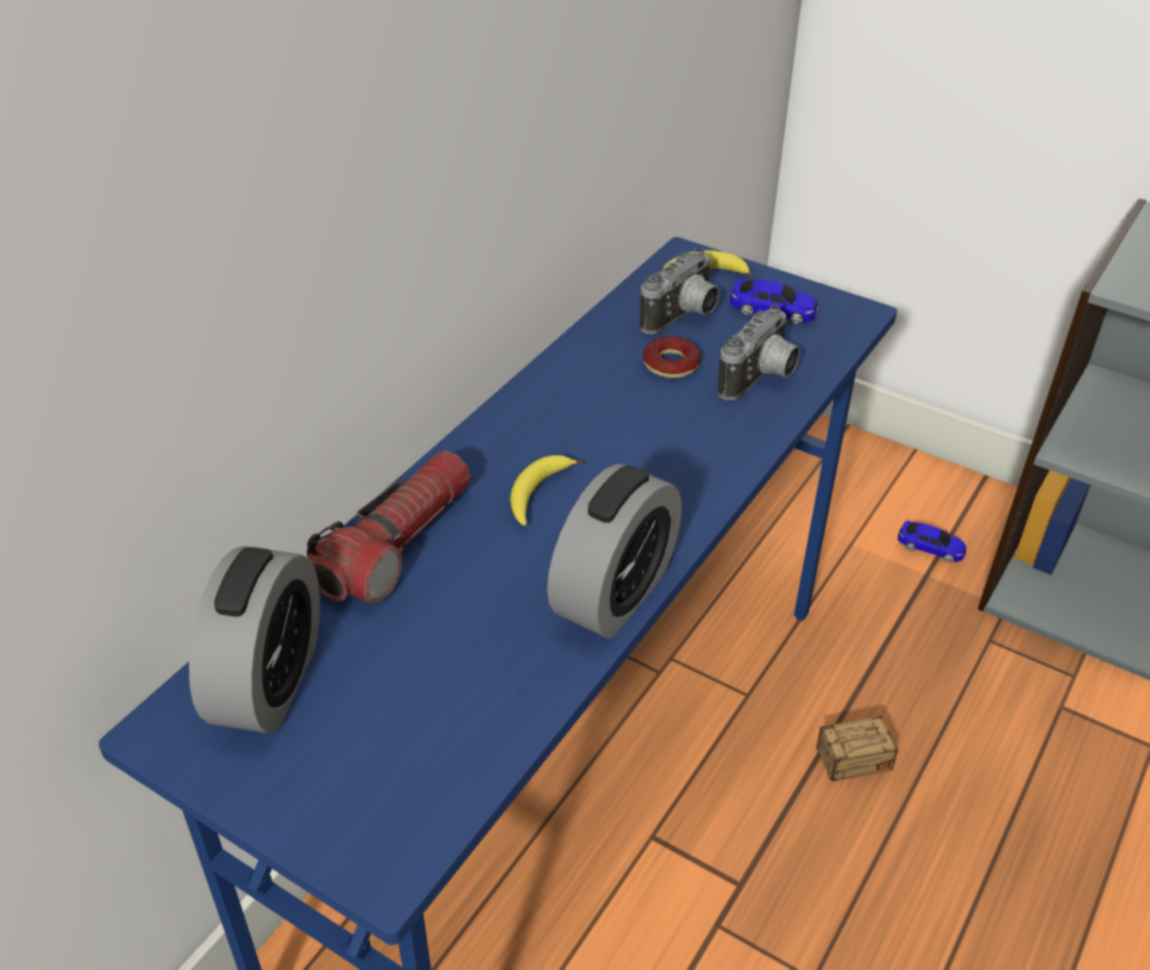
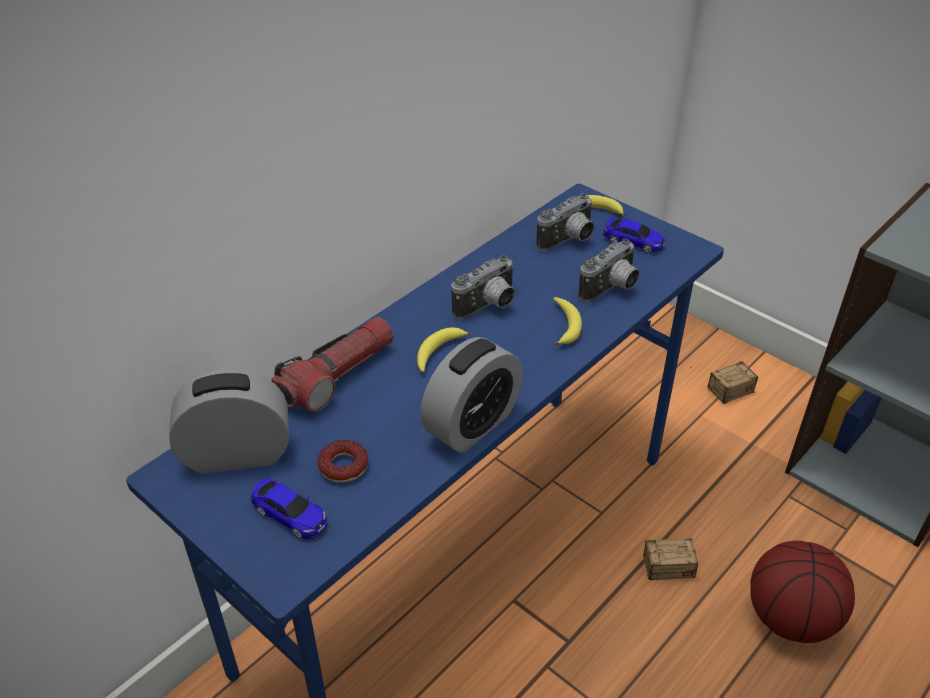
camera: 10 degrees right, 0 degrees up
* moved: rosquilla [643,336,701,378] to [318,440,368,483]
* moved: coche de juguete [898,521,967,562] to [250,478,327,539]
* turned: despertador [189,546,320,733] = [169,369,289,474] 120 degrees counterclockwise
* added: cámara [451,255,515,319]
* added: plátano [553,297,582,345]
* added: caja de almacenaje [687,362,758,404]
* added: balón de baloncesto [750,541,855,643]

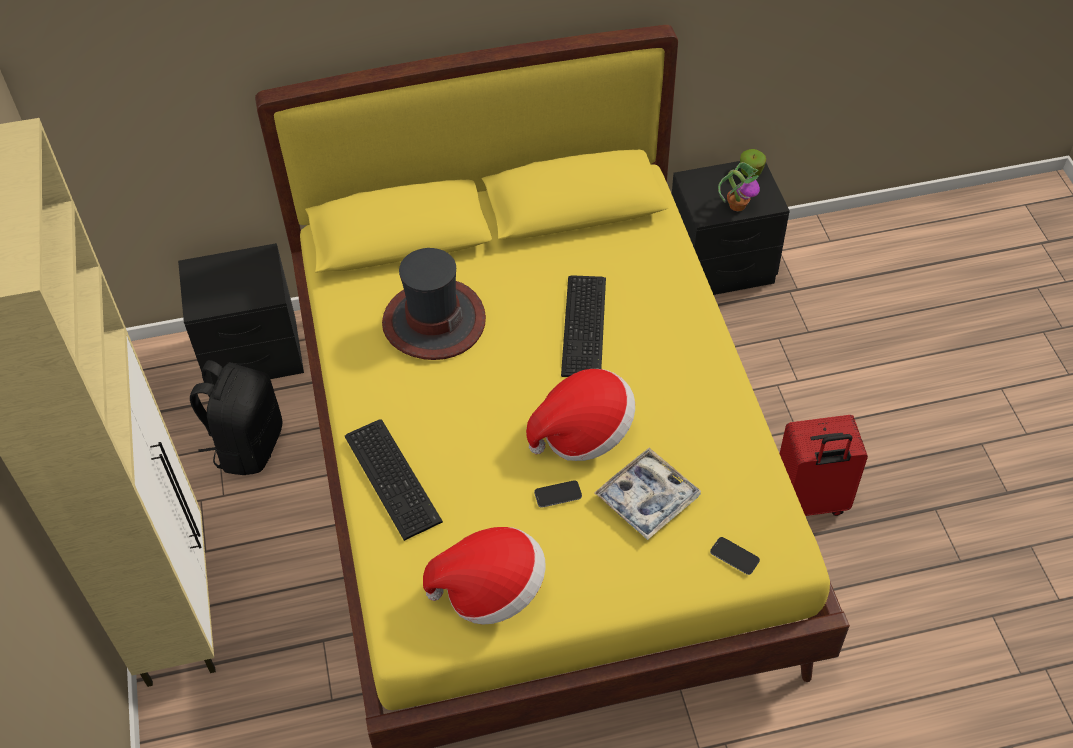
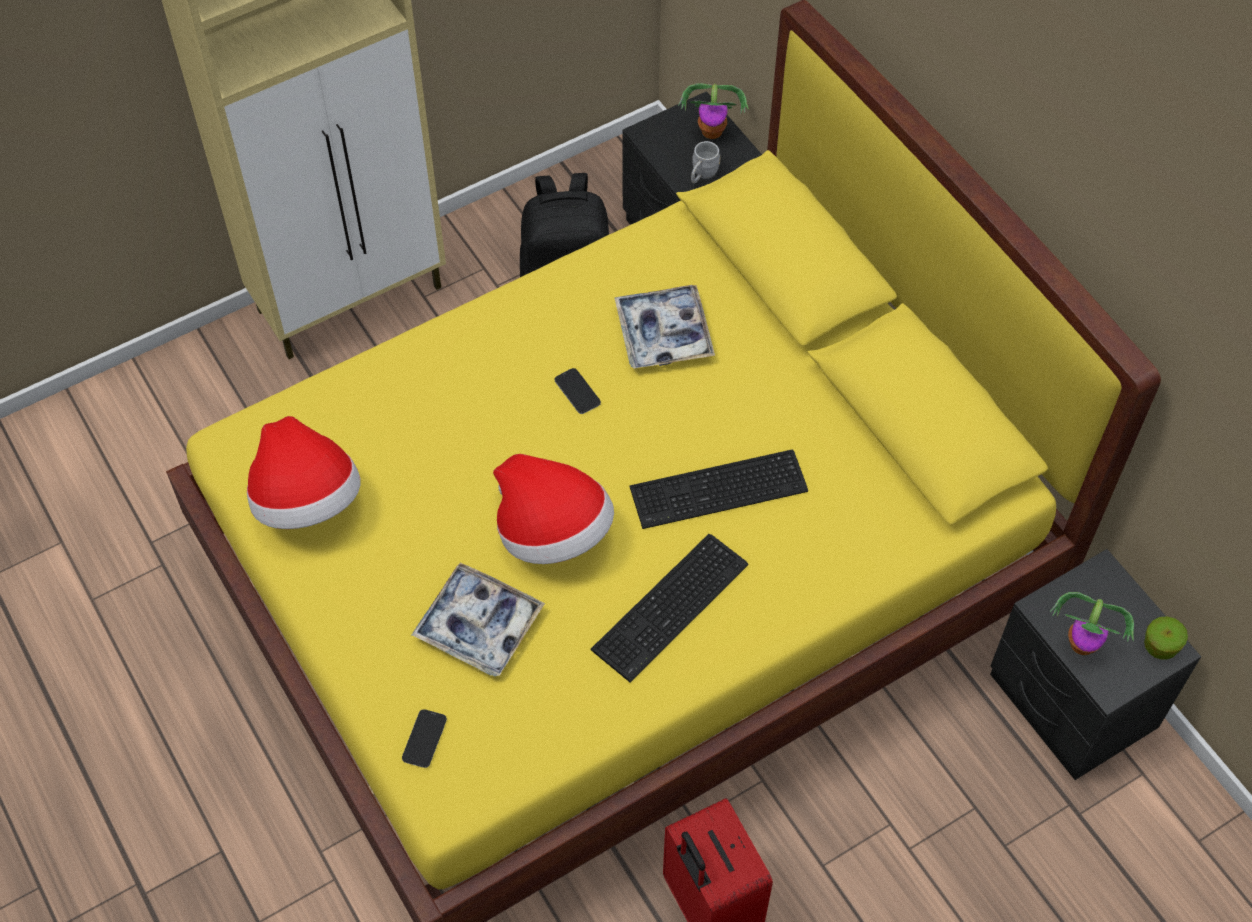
camera: 70 degrees right, 5 degrees up
* replaced: sombrero [382,248,486,360] to bandeja [615,285,715,369]
* moved: teclado [344,419,443,541] to [590,534,749,683]
* moved: móvil [534,480,582,508] to [554,368,601,414]
* added: planta en maceta [678,83,749,139]
* added: taza grande (gris) [691,141,721,183]

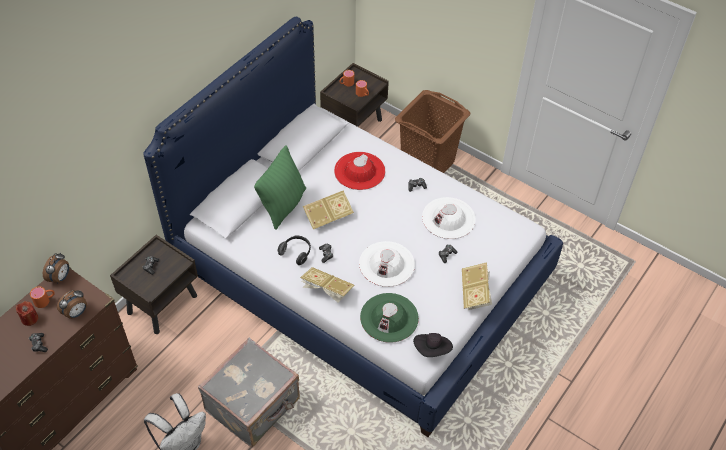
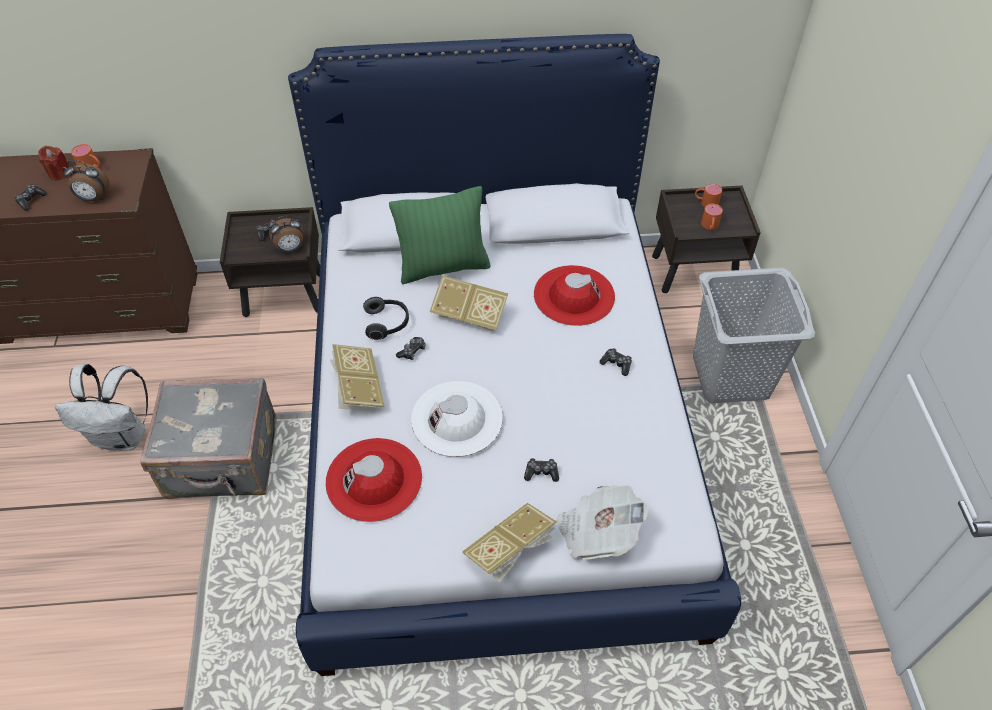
camera: 50 degrees right, 0 degrees up
* recoloured: cesto de la ropa (marrón) [395,90,470,173] to cesto de la ropa (gris) [693,268,815,403]
* removed: sombrero (blanco) [422,197,476,239]
* moved: despertador [43,252,69,284] to [269,216,303,252]
* recoloured: sombrero (verde) [360,293,419,343] to sombrero (rojo) [326,438,422,522]
* removed: sombrero (negro) [413,333,453,357]
* added: periódico [556,485,648,559]

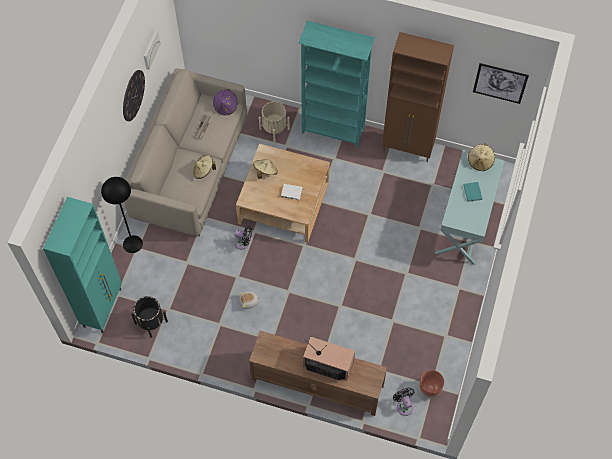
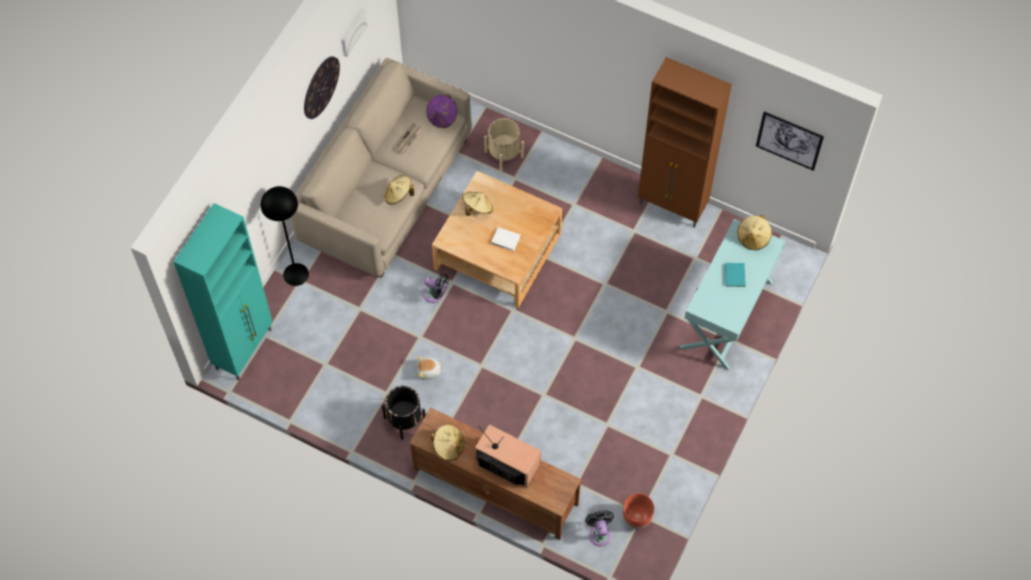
camera: 10 degrees right, 0 degrees up
* removed: estantería (turquesa) [298,21,375,148]
* moved: maceta (negro) [131,296,168,338] to [382,386,426,440]
* added: sombrero (beis) [431,424,464,461]

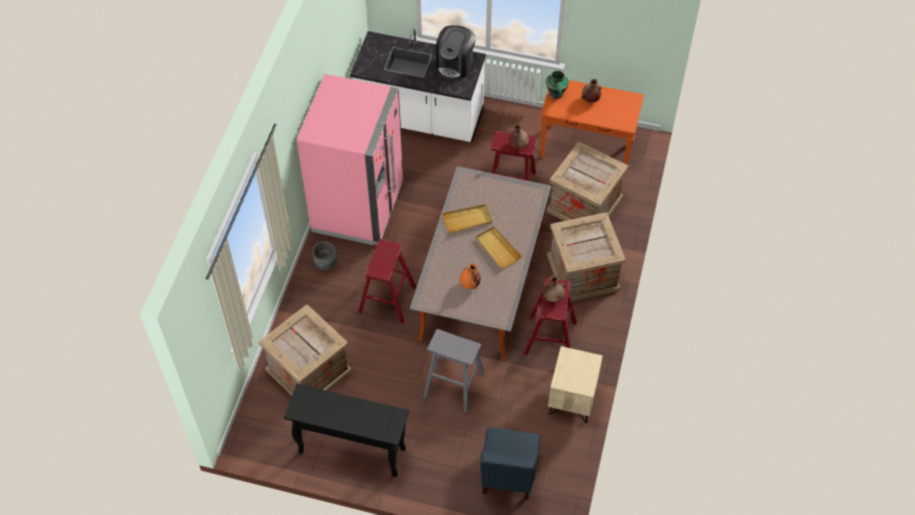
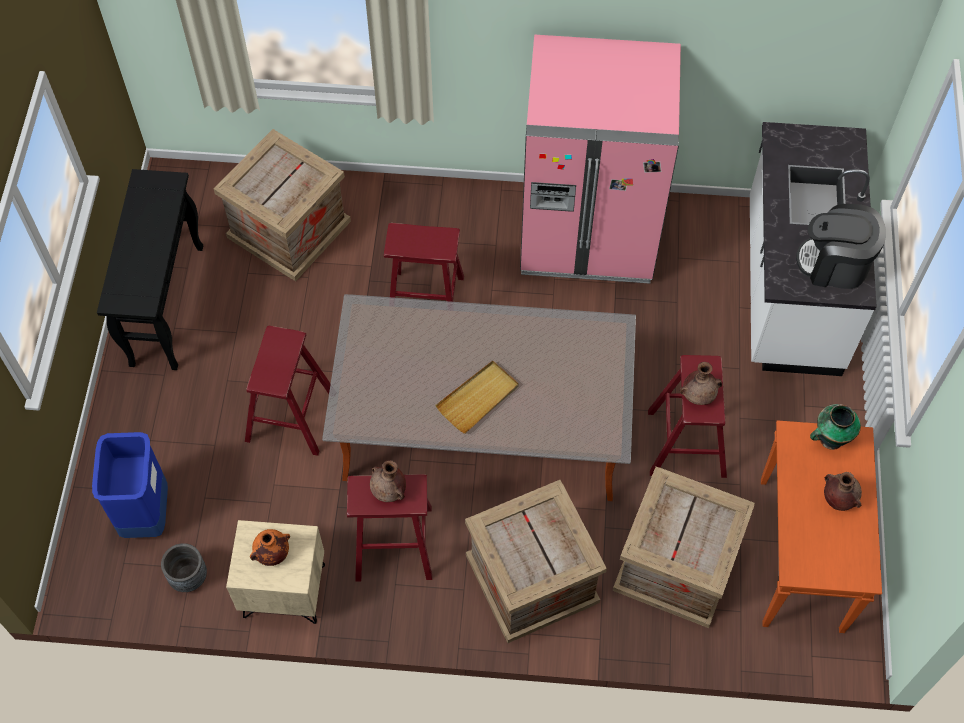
camera: 80 degrees right, 5 degrees up
* removed: bandeja (beis) [442,204,492,233]
* moved: maceta (gris) [312,241,337,270] to [161,543,207,592]
* moved: florero (naranja) [460,263,481,289] to [250,529,290,566]
* recoloured: taburete (gris) [423,329,485,412] to taburete (rojo) [245,326,331,456]
* replaced: silla (azul) [480,427,540,500] to papelera (azul) [92,432,168,538]

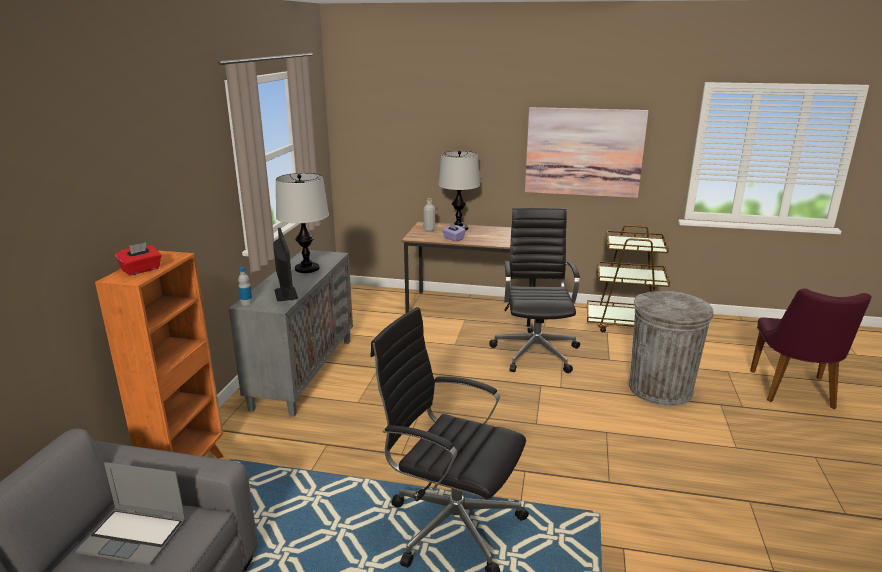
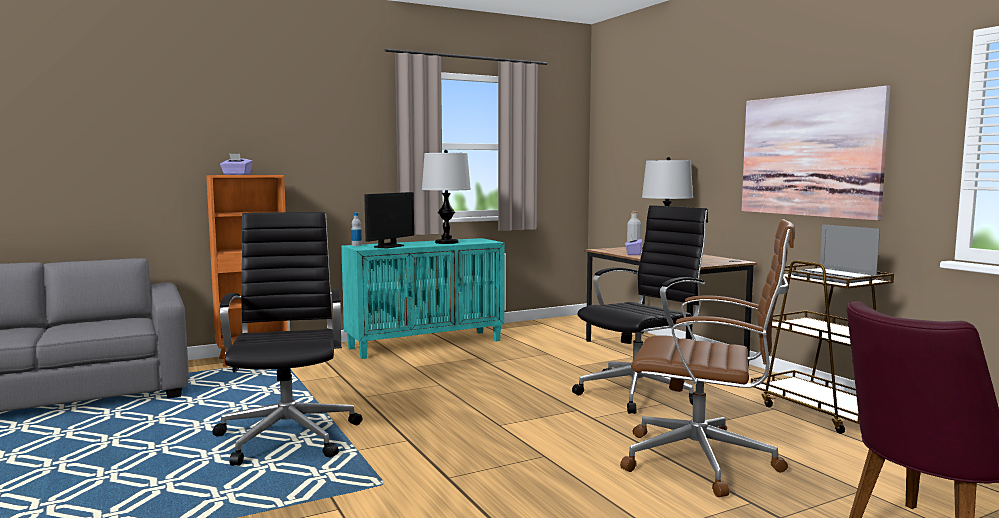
camera: 50 degrees right, 15 degrees down
* recoloured: caja de pañuelos (rojo) [115,242,162,275] to caja de pañuelos (morado) [220,153,252,175]
* recoloured: armario (gris) [228,250,353,417] to armario (turquesa) [341,238,504,359]
* replaced: papelera (gris) [629,291,713,406] to silla de oficina (marrón) [620,219,795,497]
* moved: portátil [76,462,186,566] to [791,224,880,284]

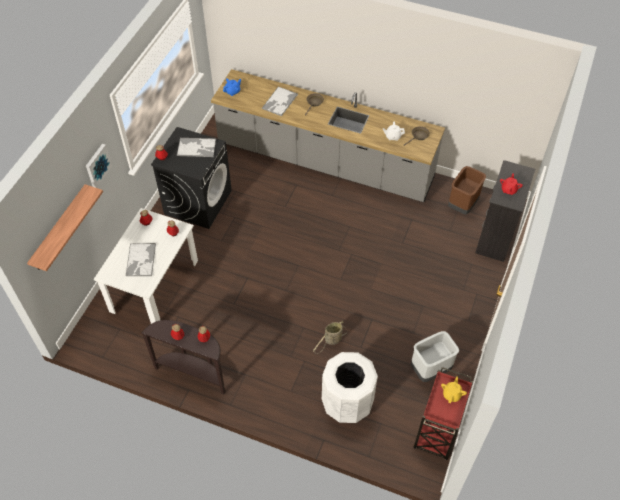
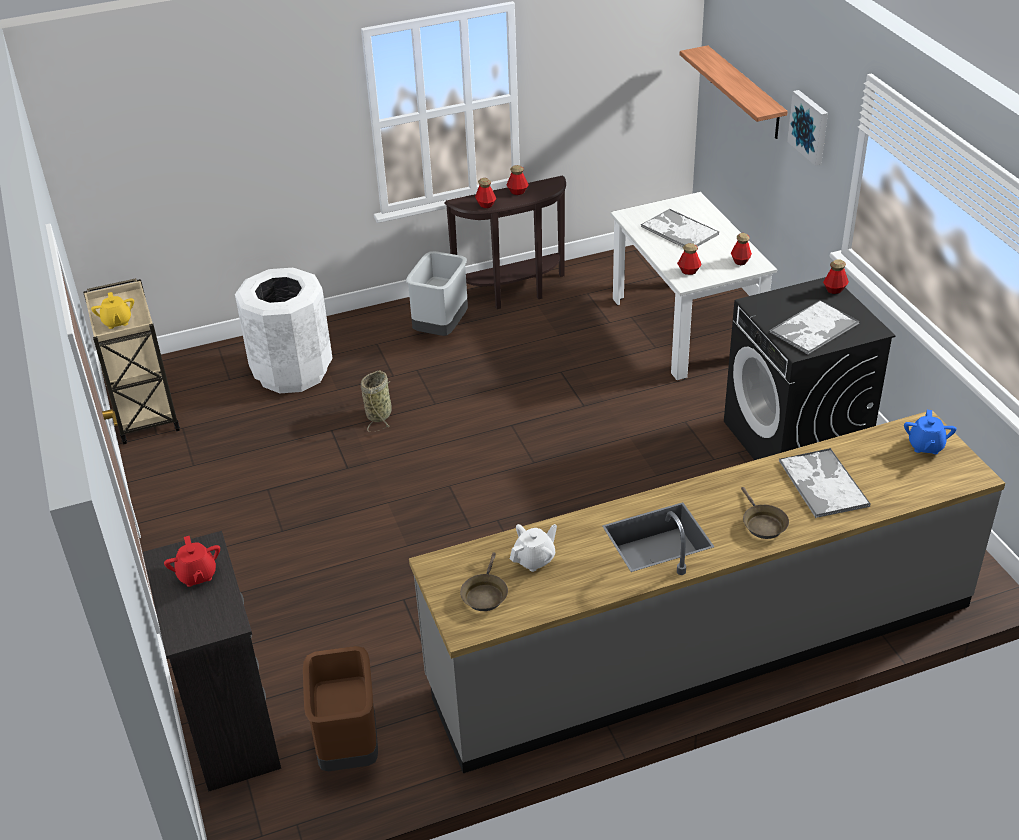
camera: 140 degrees right, 15 degrees down
* moved: papelera (gris) [411,331,459,382] to [406,251,468,336]
* recoloured: carrito (rojo) [414,367,473,460] to carrito (beis) [83,278,180,444]

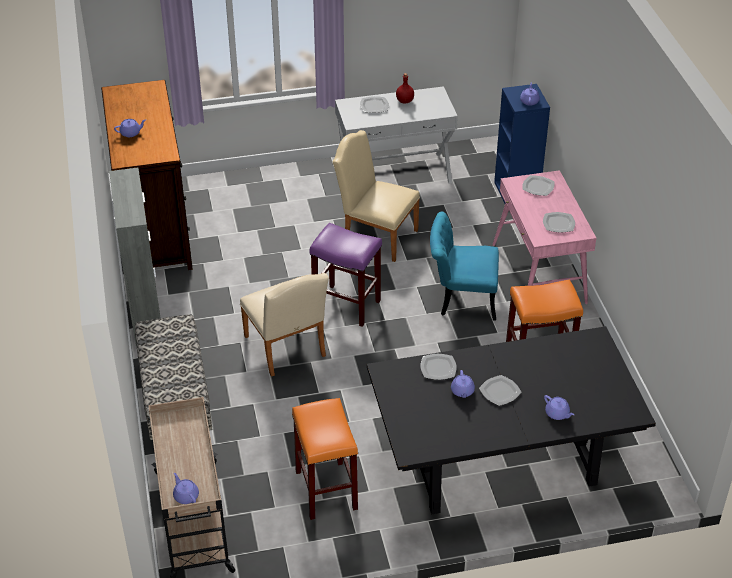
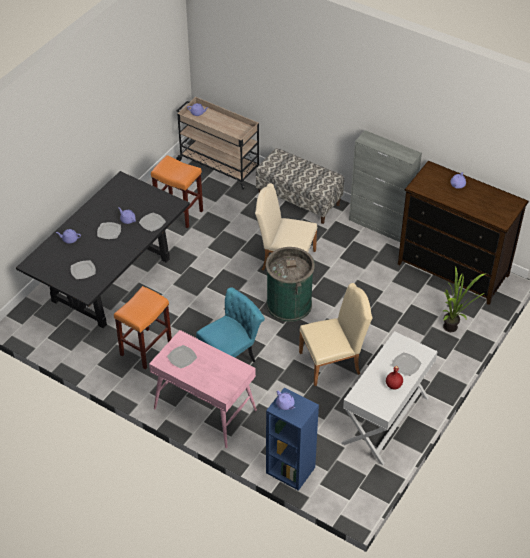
camera: 135 degrees right, 5 degrees up
* moved: plato [522,175,554,196] to [71,260,96,279]
* replaced: taburete (morado) [310,223,382,327] to papelera (verde) [265,247,315,322]
* added: planta en maceta [443,266,485,332]

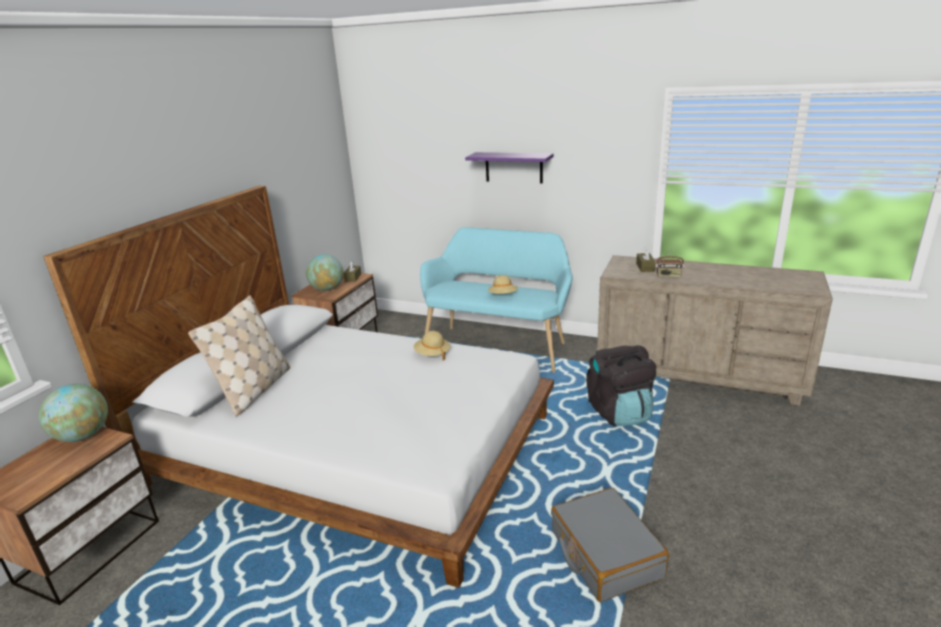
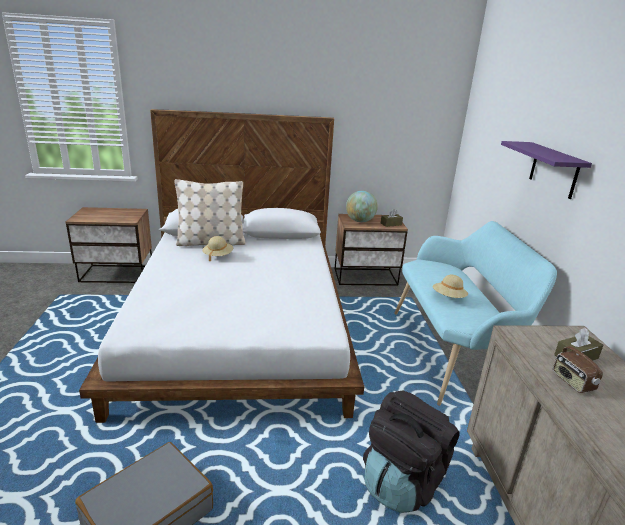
camera: 60 degrees right, 0 degrees up
* moved: sombrero (beis) [413,331,450,360] to [203,236,233,262]
* removed: globo terráqueo [39,384,108,442]

